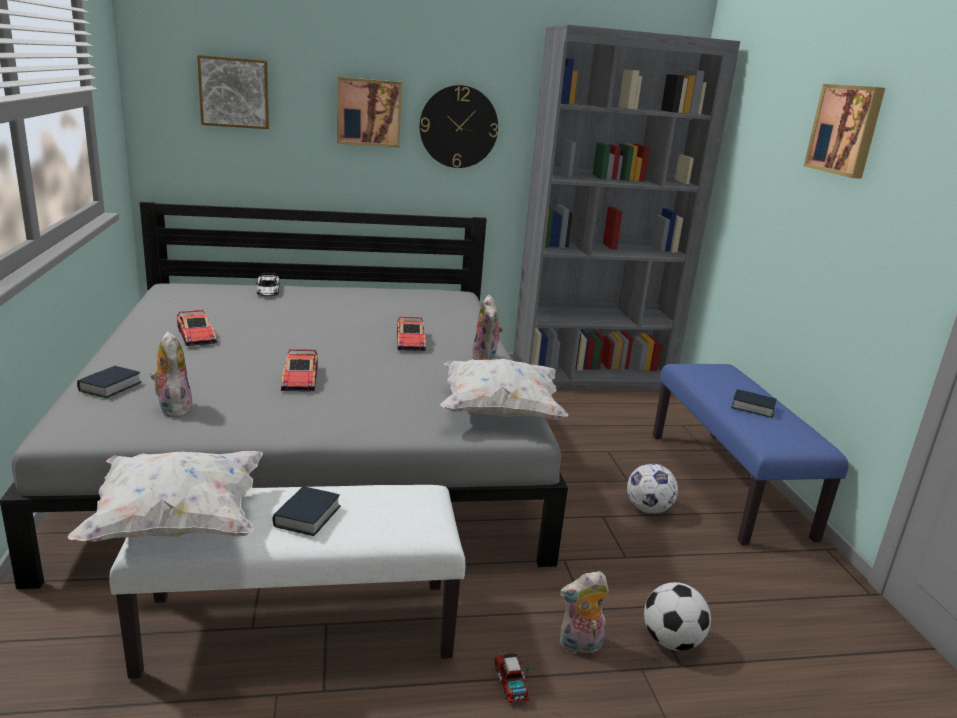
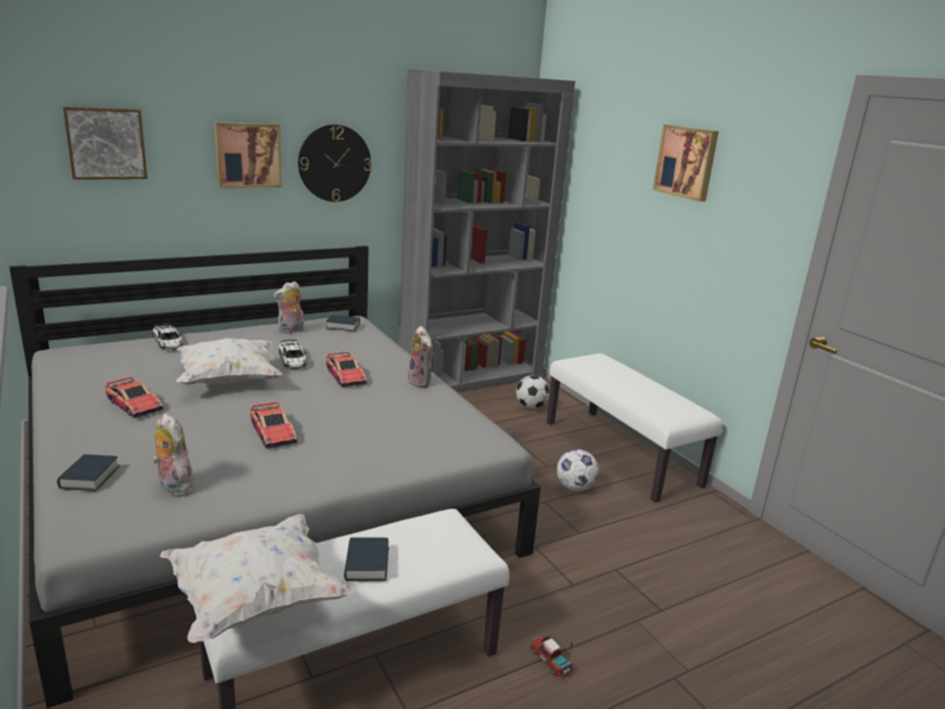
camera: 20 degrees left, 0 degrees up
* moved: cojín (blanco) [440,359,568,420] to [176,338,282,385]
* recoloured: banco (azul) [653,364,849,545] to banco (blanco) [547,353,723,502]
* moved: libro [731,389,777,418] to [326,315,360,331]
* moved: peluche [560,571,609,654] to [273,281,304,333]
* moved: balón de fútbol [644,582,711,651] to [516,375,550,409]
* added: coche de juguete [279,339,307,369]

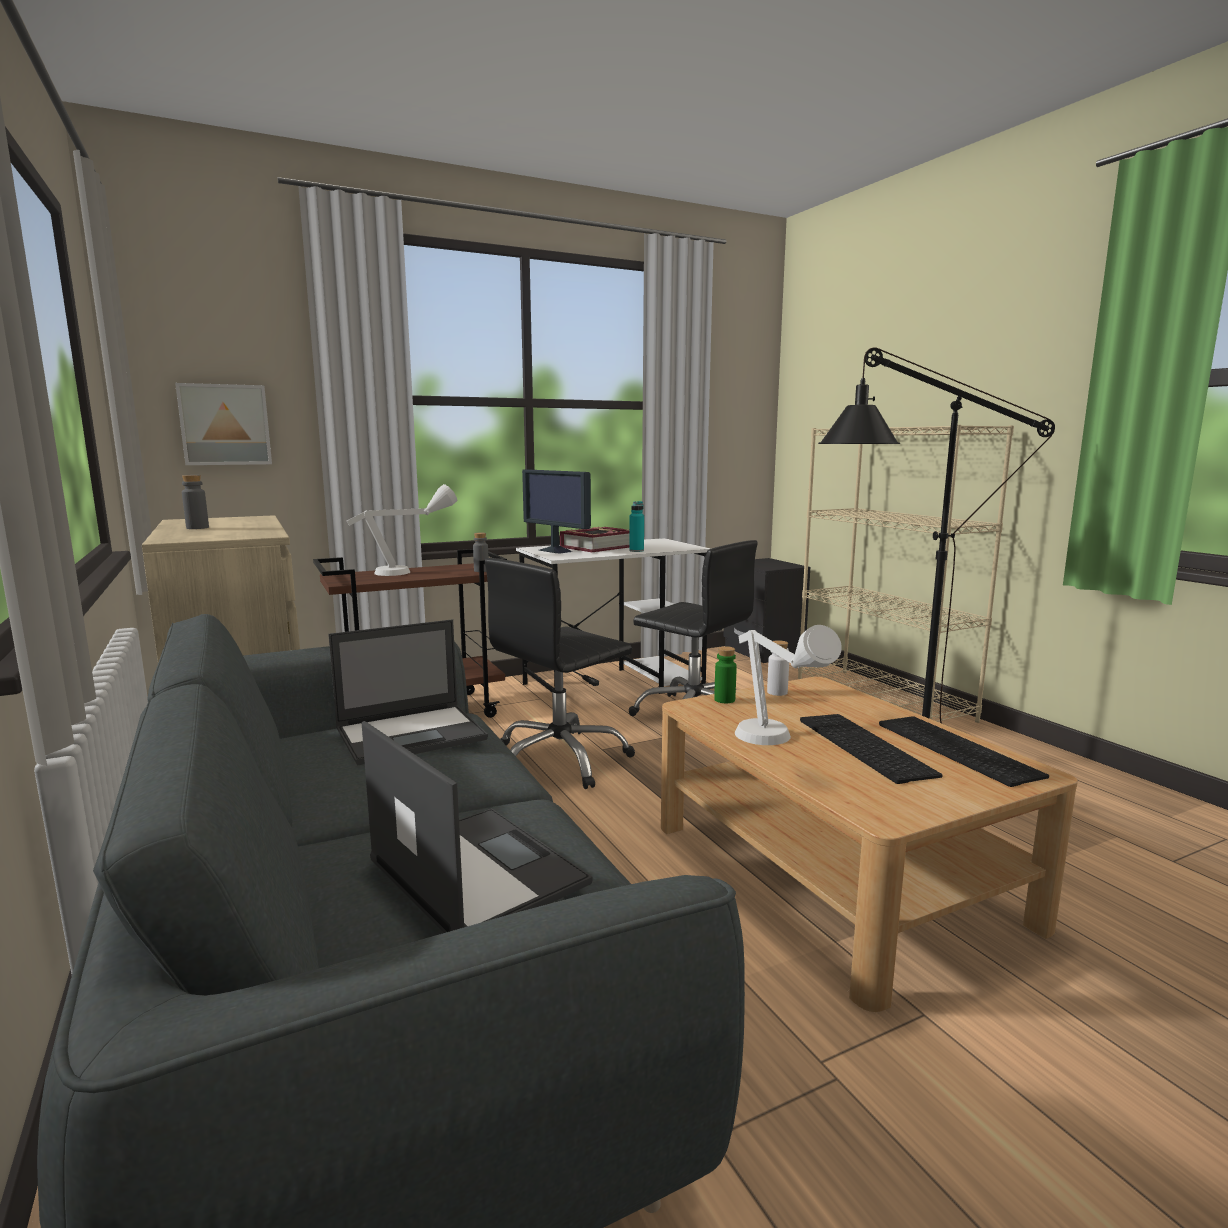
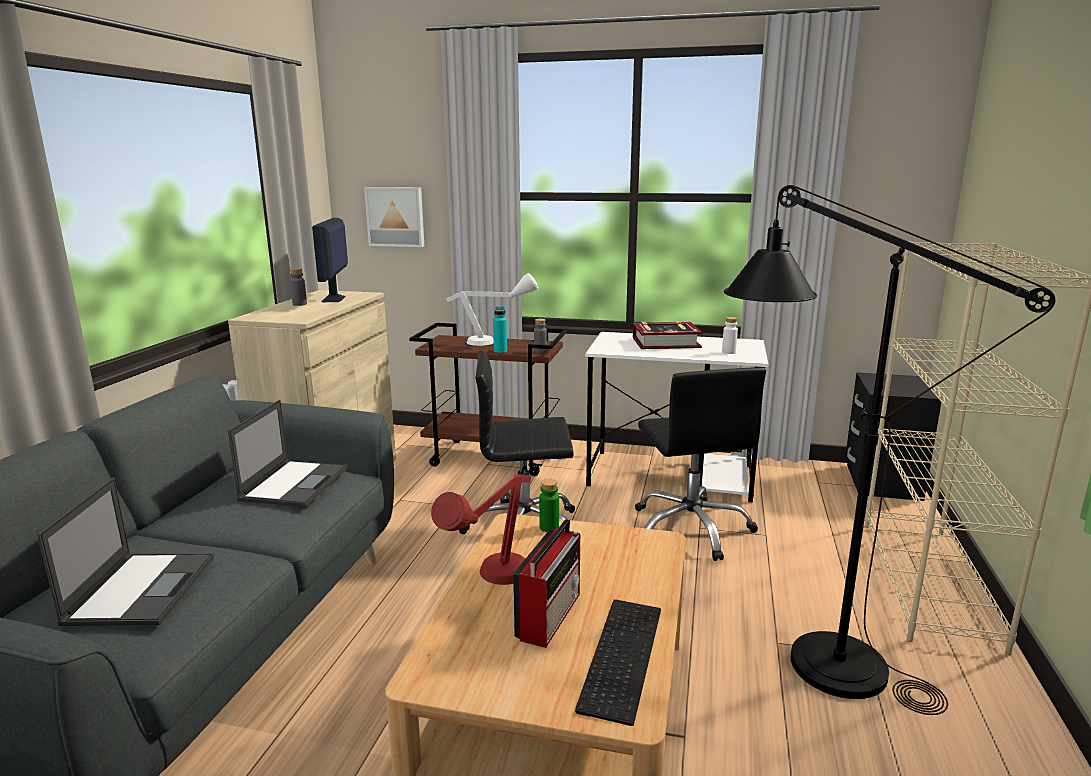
camera: 40 degrees right, 5 degrees up
* moved: monitor [522,469,591,553] to [312,218,348,302]
* moved: botella (turquesa) [629,501,644,552] to [493,306,507,353]
* turned: portátil [328,619,488,766] = [228,400,348,507] 90 degrees counterclockwise
* recoloured: lámpara de mesa (blanco) [735,625,842,745] to lámpara de mesa (rojo) [431,474,532,585]
* moved: botella (blanco) [767,640,789,696] to [722,317,738,354]
* replaced: teclado [800,714,943,784] to radio [513,519,580,648]

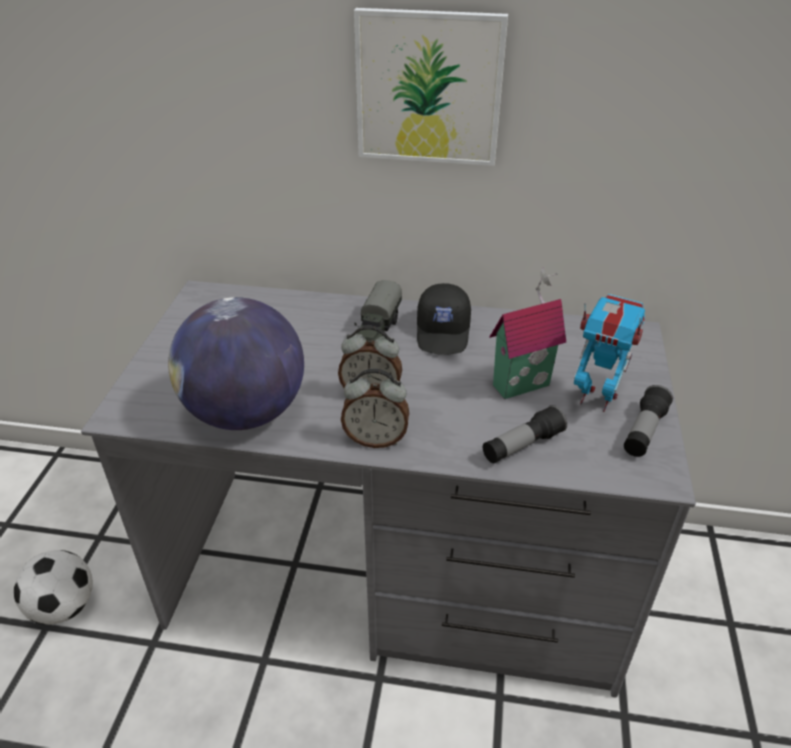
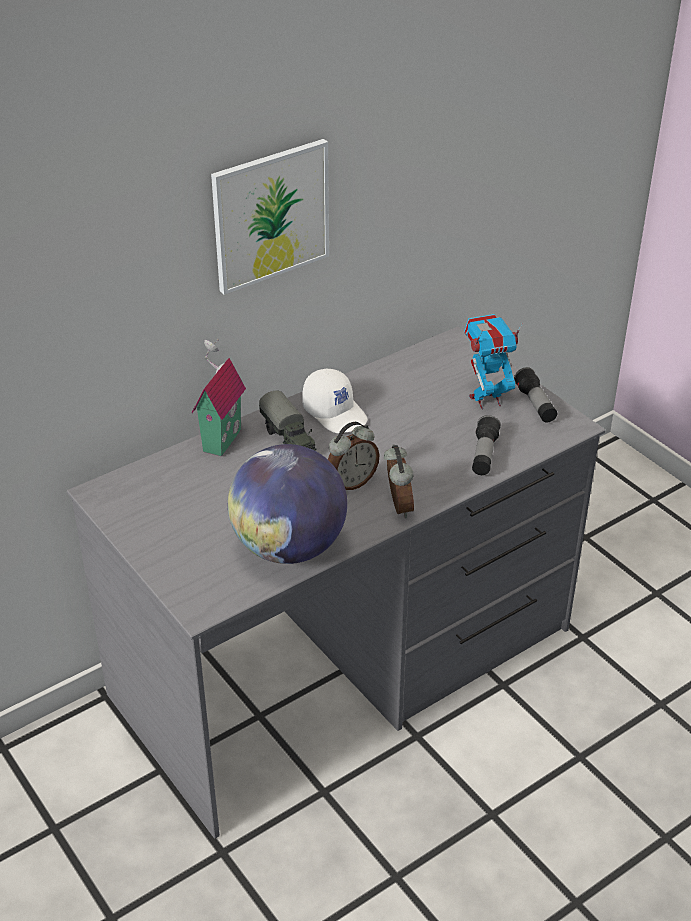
camera: 45 degrees left, 0 degrees up
* moved: casita [490,267,566,399] to [192,339,246,457]
* recoloured: gorra (negro) [417,283,471,355] to gorra (blanco) [303,369,368,433]
* turned: despertador [341,368,409,448] = [384,445,414,518] 60 degrees counterclockwise
* removed: balón de fútbol [14,550,93,625]

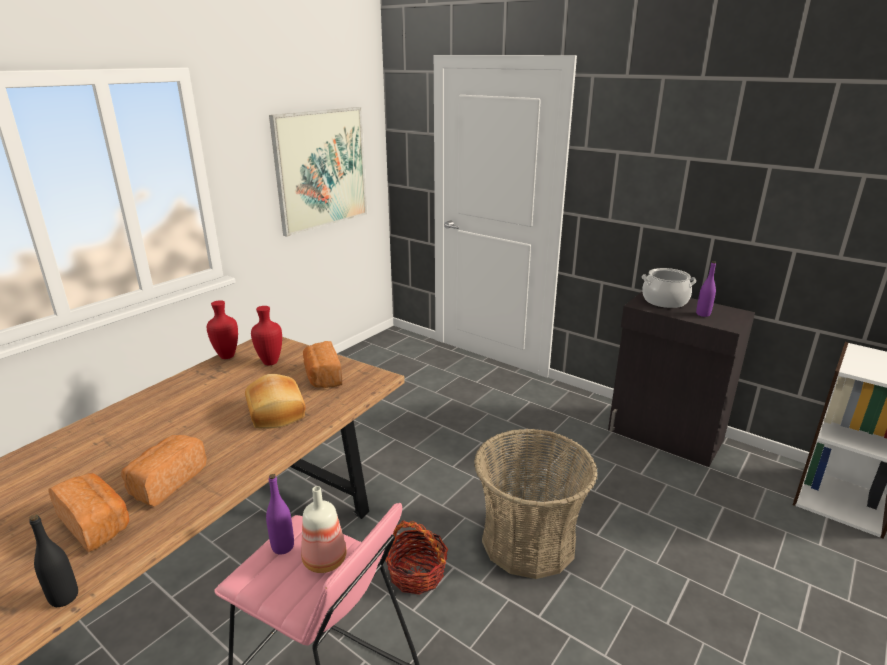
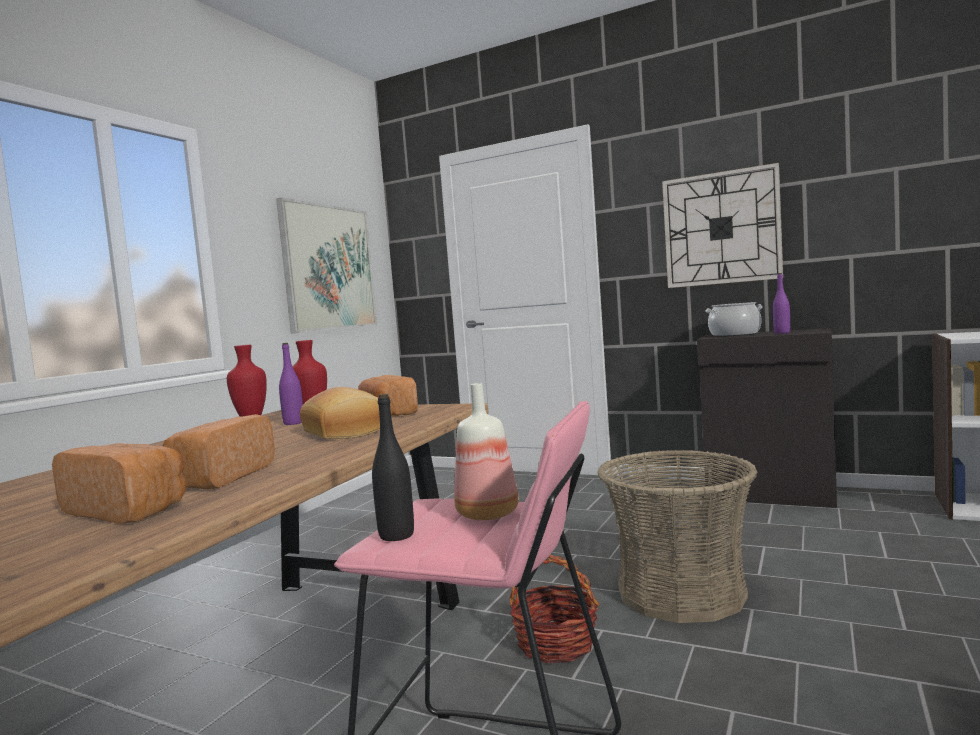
camera: 10 degrees left, 20 degrees down
* moved: botella (morado) [266,474,294,555] to [279,343,303,425]
* moved: botella (negro) [29,514,78,607] to [372,394,414,541]
* added: reloj de pared [662,163,783,288]

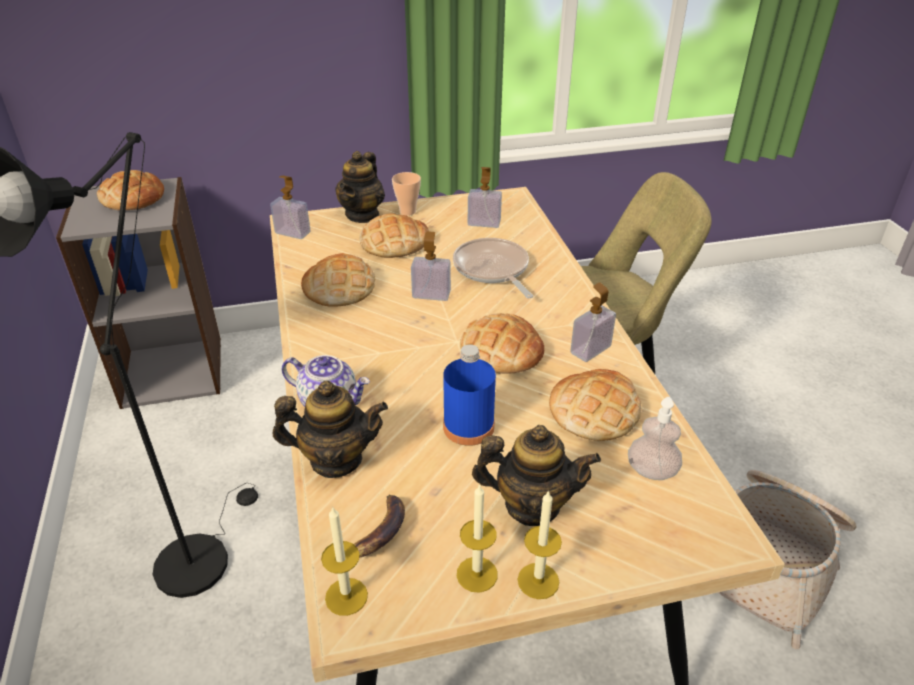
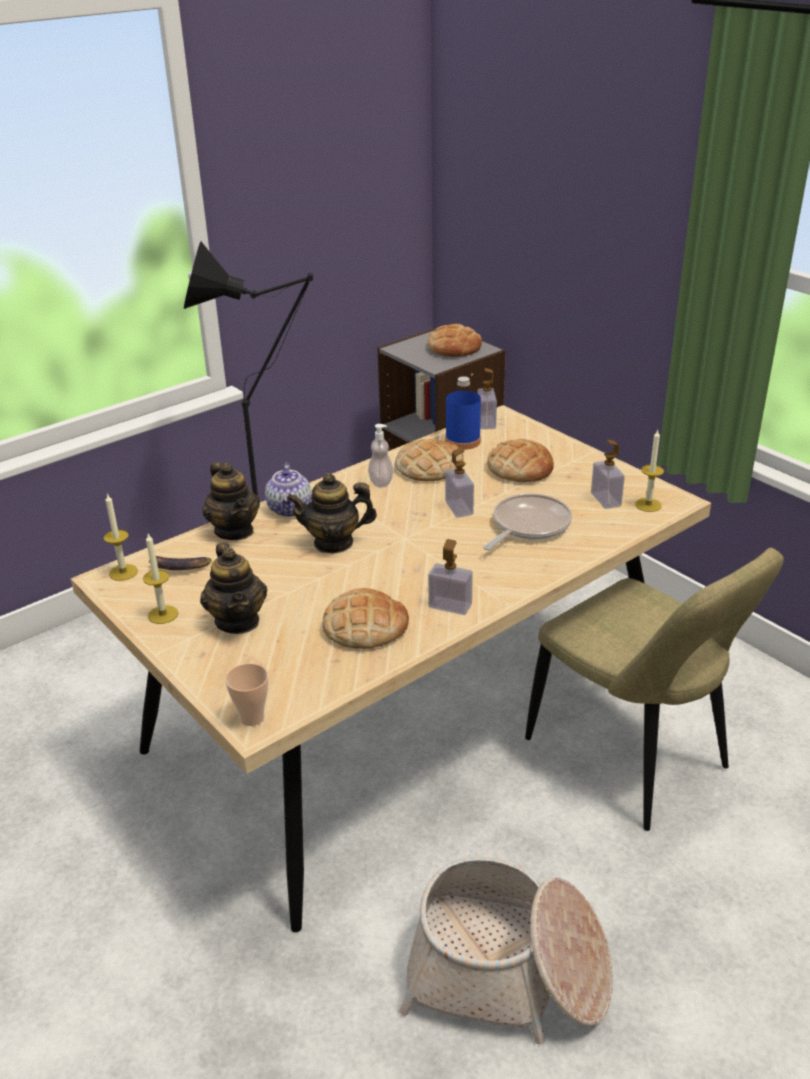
camera: 65 degrees right, 5 degrees down
* moved: tetera [335,151,385,223] to [287,473,377,554]
* moved: taza [392,172,421,216] to [225,663,269,726]
* removed: pan [460,313,544,374]
* moved: botella (azul) [443,344,496,446] to [445,376,481,450]
* moved: dispensador de jabón [628,397,682,480] to [368,424,393,487]
* moved: vela [518,490,562,599] to [635,430,664,512]

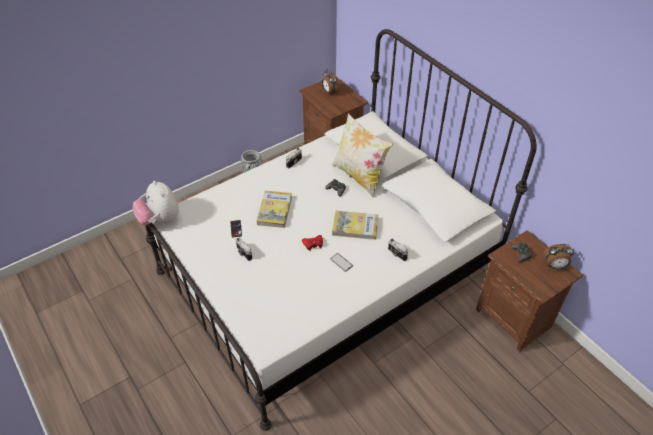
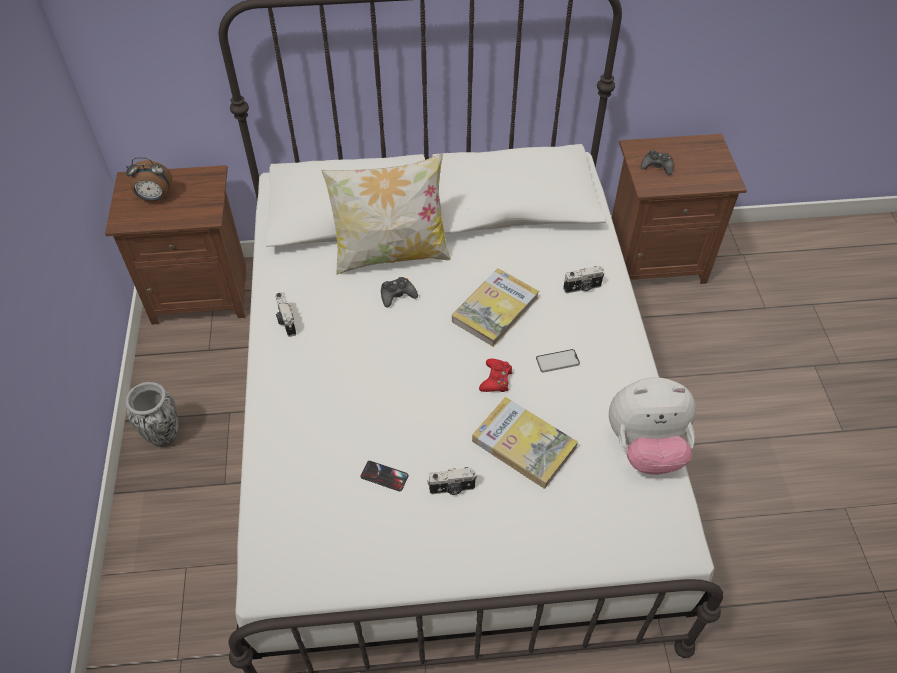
camera: 60 degrees left, 5 degrees up
* moved: peluche [133,181,179,225] to [609,377,696,475]
* moved: libro [257,191,292,228] to [472,397,578,489]
* removed: despertador [543,244,574,269]

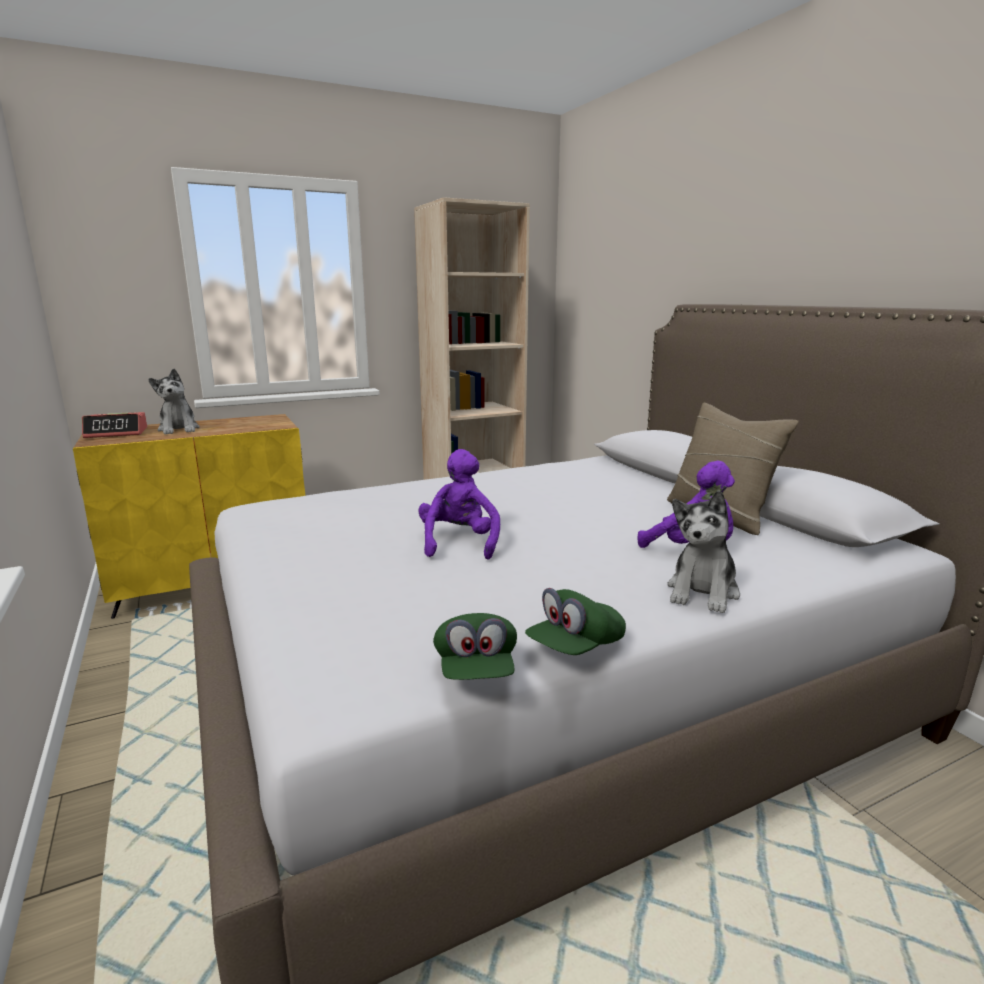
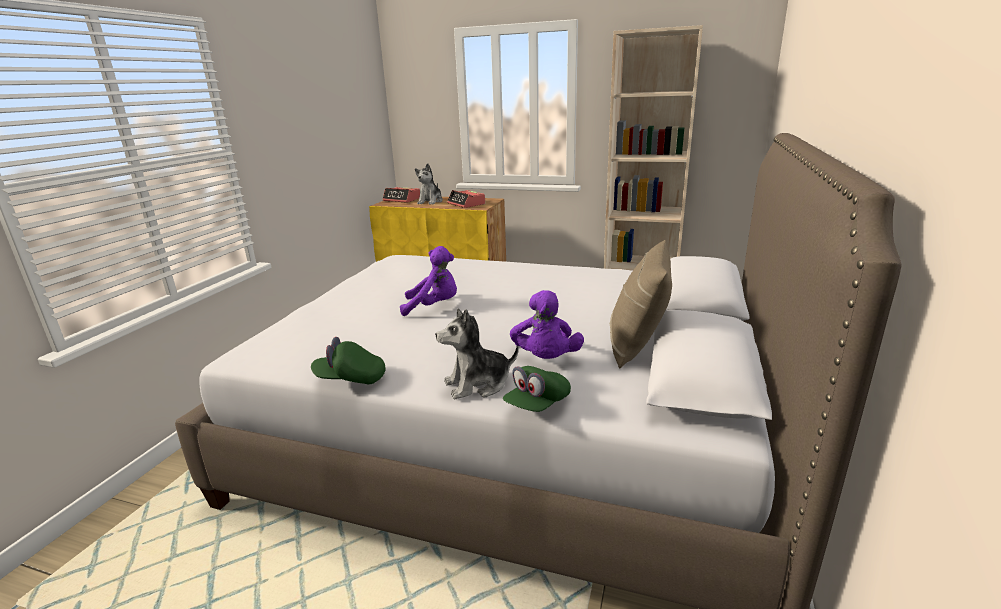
camera: 45 degrees right, 5 degrees up
* turned: peluche (morado) [418,449,500,560] = [400,246,457,316] 45 degrees clockwise
* moved: gorra (verde) [433,613,517,680] to [503,366,571,412]
* added: despertador [447,190,485,208]

